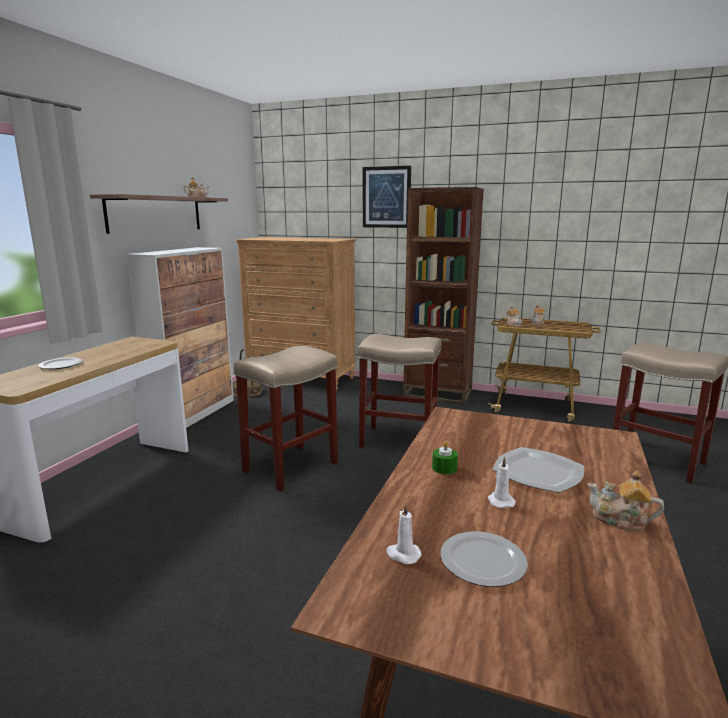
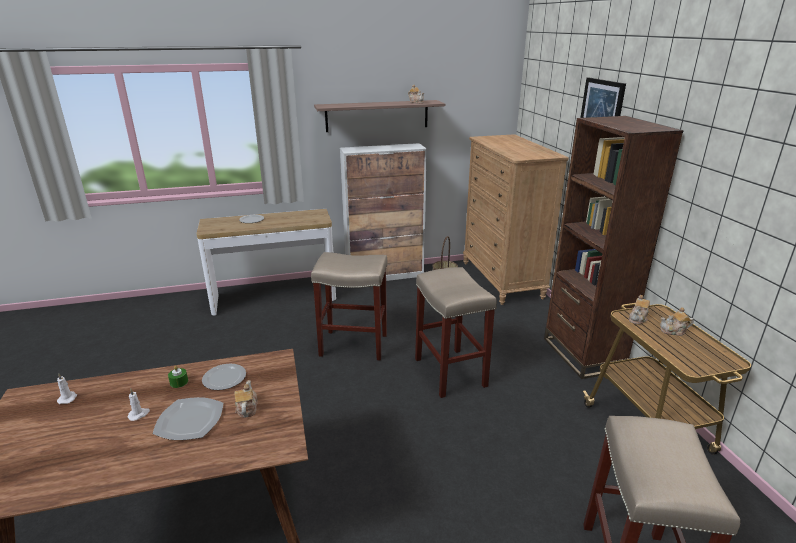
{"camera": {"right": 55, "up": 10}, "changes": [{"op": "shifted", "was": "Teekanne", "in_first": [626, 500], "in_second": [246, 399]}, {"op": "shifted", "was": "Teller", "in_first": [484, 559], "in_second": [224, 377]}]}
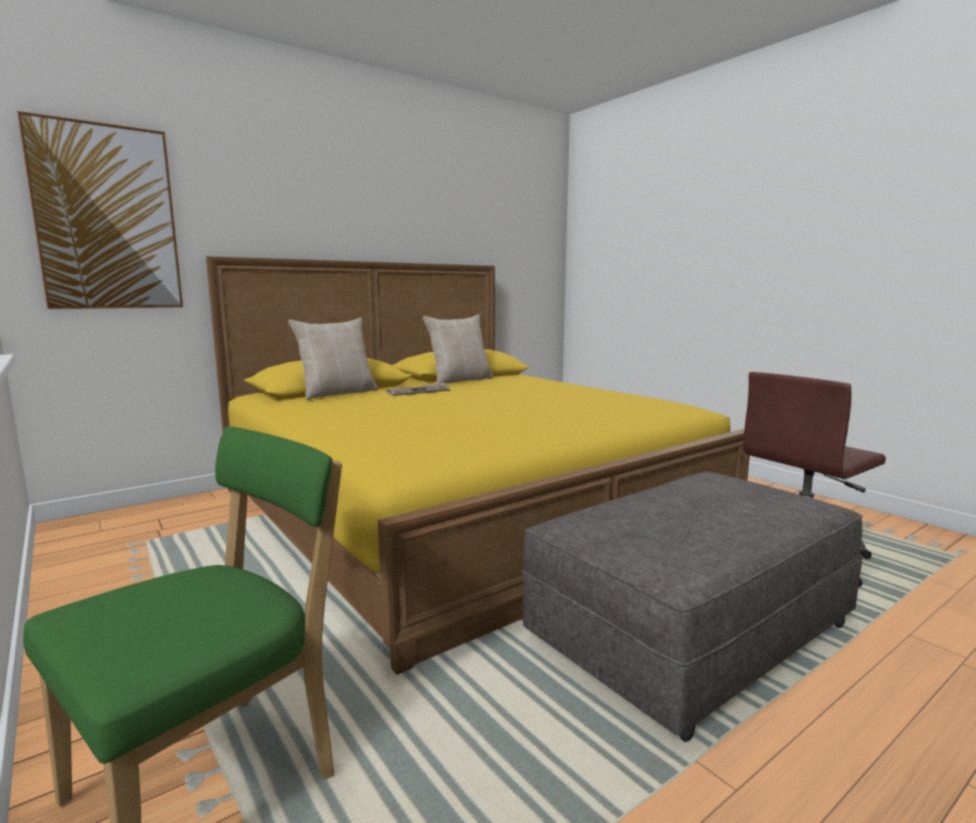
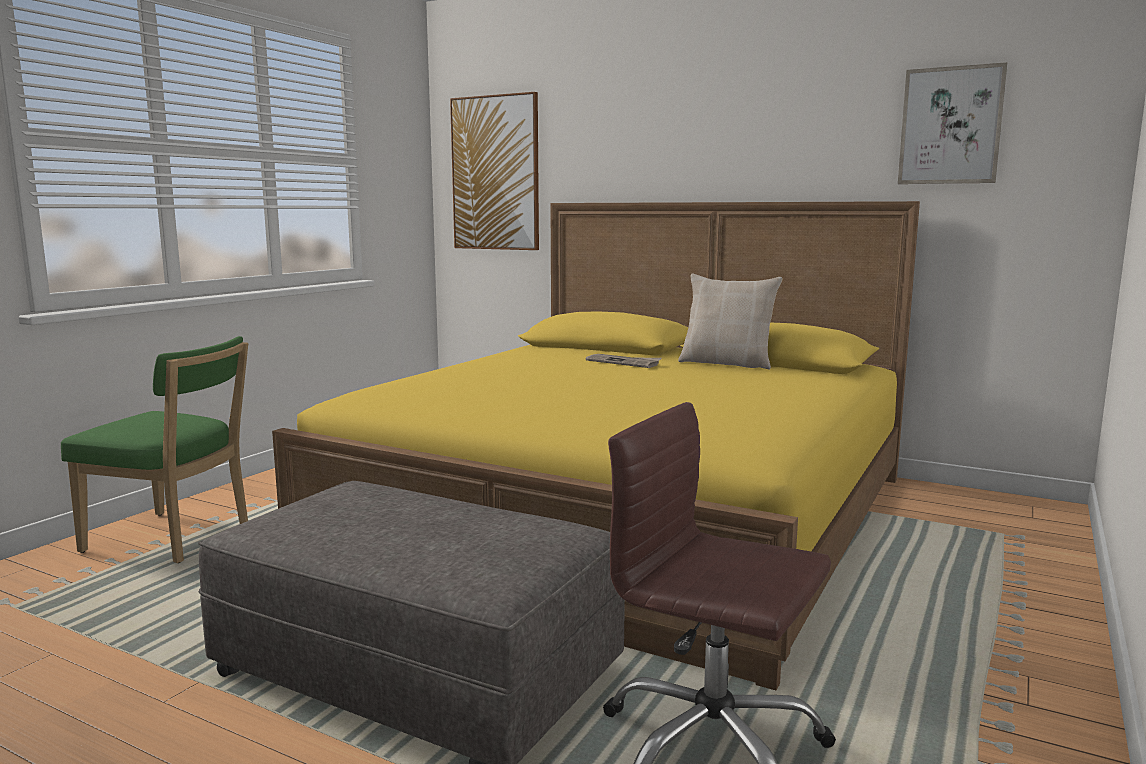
{"camera": {"right": 65, "up": 0}, "changes": [{"op": "gone", "was": "Kissen/beige", "in_first": [333, 359]}, {"op": "new", "now": "Bild", "in_second": [953, 123]}]}
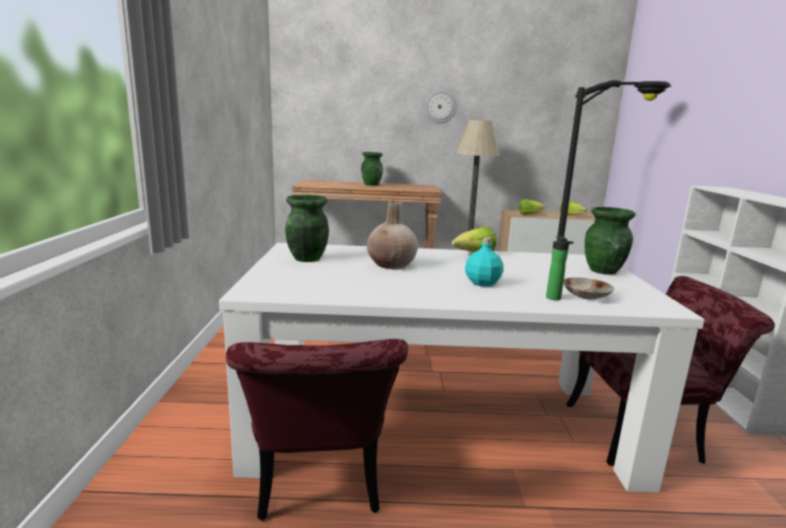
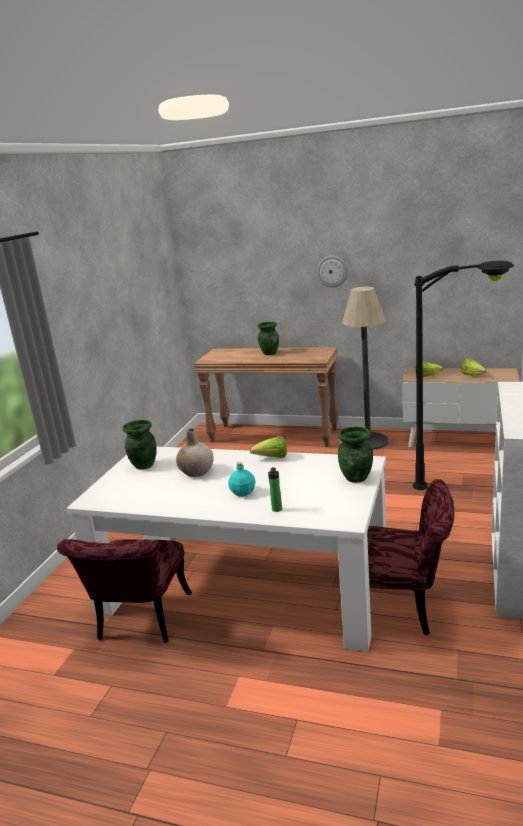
{"camera": {"right": 20, "up": 5}, "changes": [{"op": "gone", "was": "Teller", "in_first": [588, 288]}]}
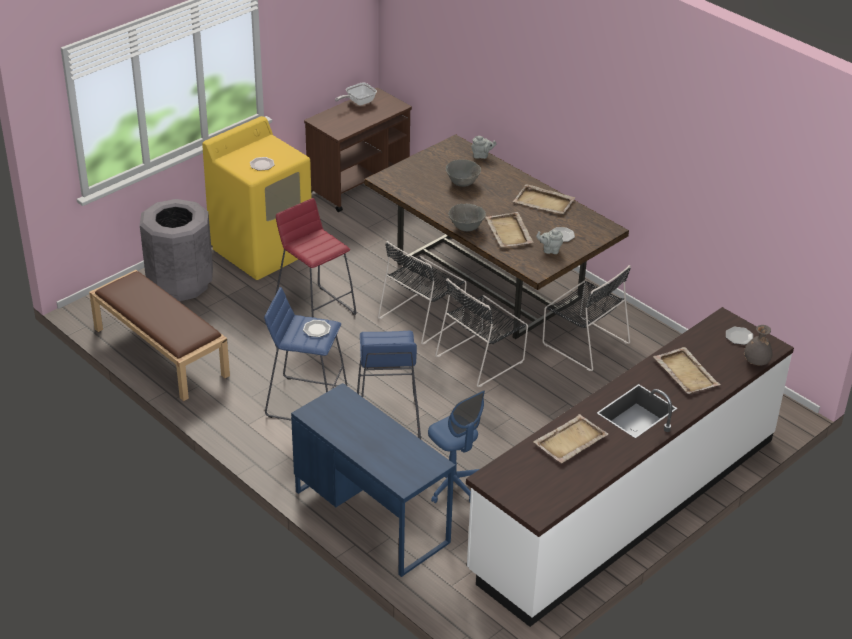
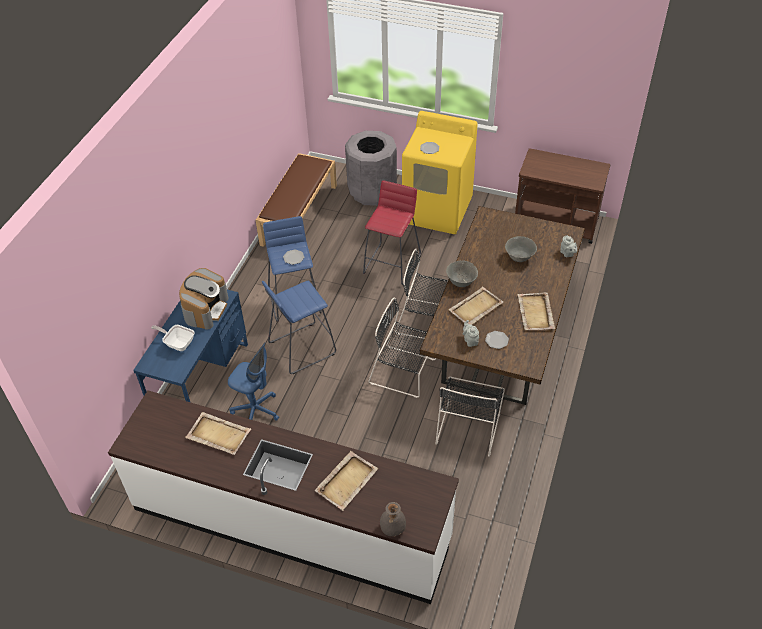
{"camera": {"right": 65, "up": 10}, "changes": [{"op": "shifted", "was": "Pfanne", "in_first": [356, 94], "in_second": [172, 338]}, {"op": "gone", "was": "Teller", "in_first": [739, 336]}, {"op": "rotated", "was": "Bürostuhl/blau", "in_first": [456, 446], "in_second": [253, 381], "clockwise": -90}, {"op": "new", "now": "Kaffeemaschine", "in_second": [204, 299]}]}
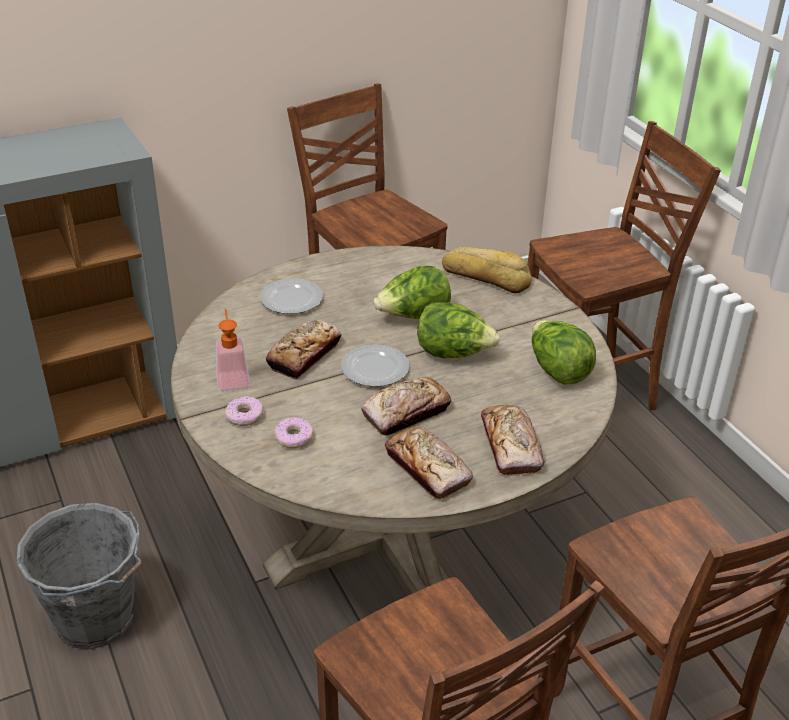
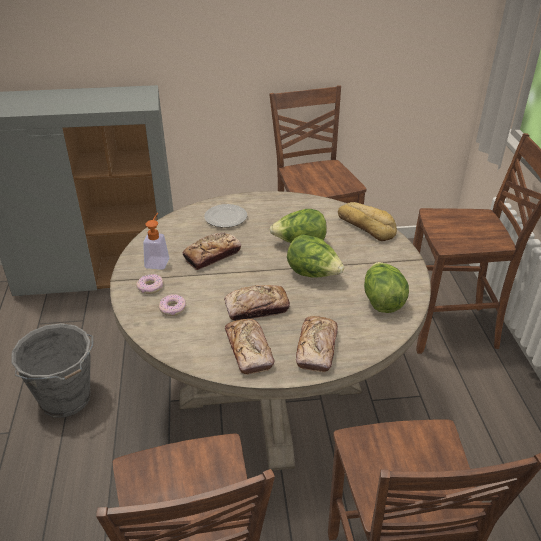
{"camera": {"right": 20, "up": 0}, "changes": [{"op": "gone", "was": "Teller", "in_first": [375, 365]}]}
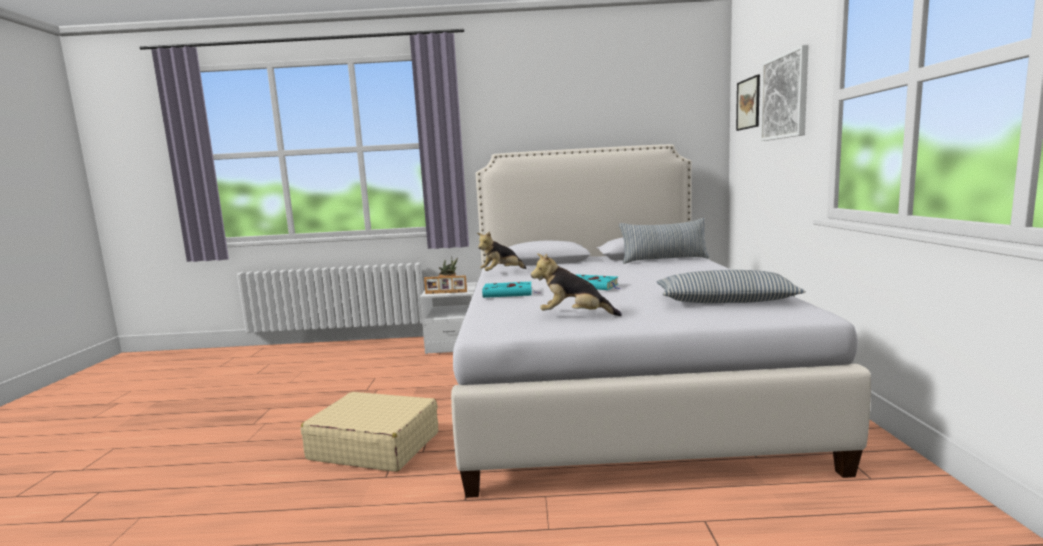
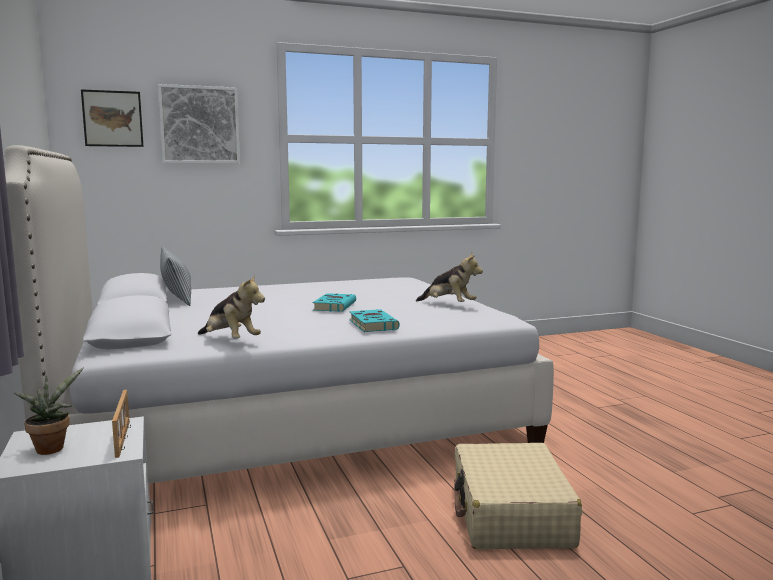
{"camera": {"right": -110, "up": 0}, "changes": [{"op": "rotated", "was": "Plüschtier", "in_first": [576, 284], "in_second": [449, 277], "clockwise": -45}, {"op": "gone", "was": "Kissen", "in_first": [731, 286]}]}
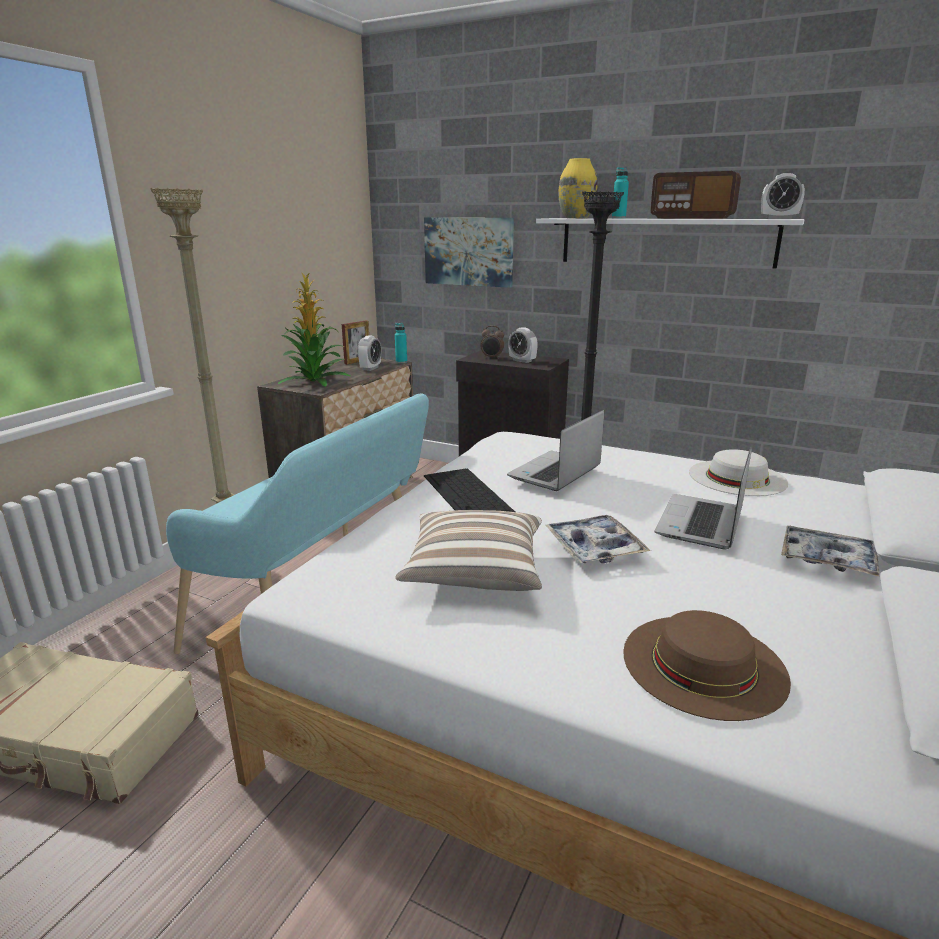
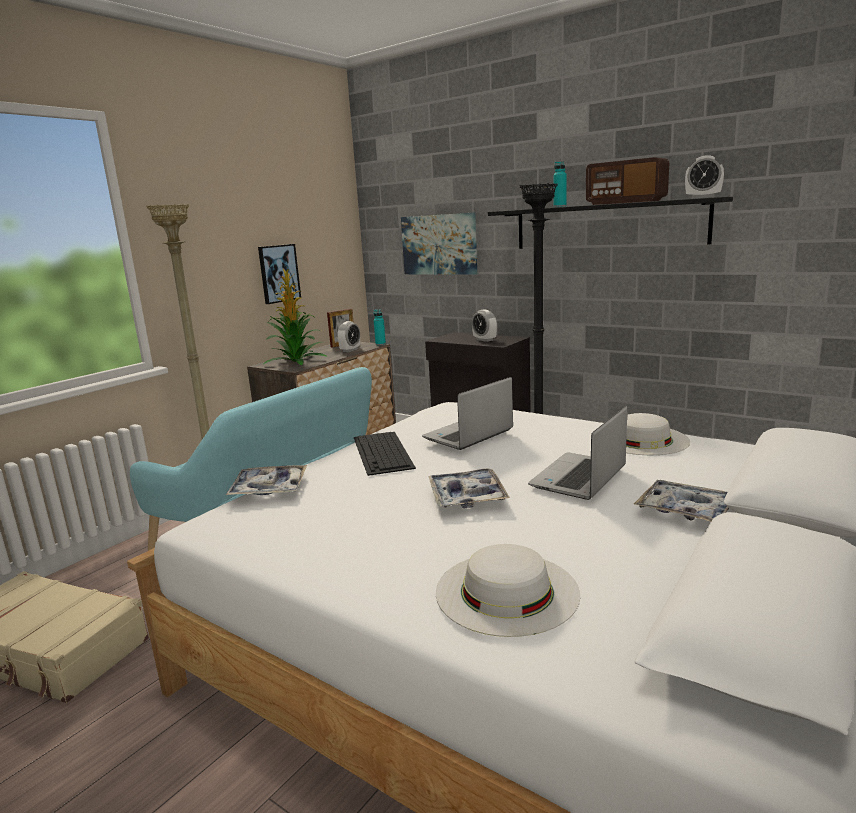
{"camera": {"right": 10, "up": -5}, "changes": [{"op": "gone", "was": "Vase/gelb", "in_first": [578, 188]}, {"op": "repainted", "was": "Wandregal/weiß", "now": "Wandregal/schwarz", "in_first": [670, 243], "in_second": [610, 223]}, {"op": "gone", "was": "Wecker", "in_first": [492, 342]}, {"op": "gone", "was": "Kissen", "in_first": [468, 550]}, {"op": "repainted", "was": "Hut/braun", "now": "Hut/weiß", "in_first": [707, 665], "in_second": [508, 590]}, {"op": "new", "now": "Bild", "in_second": [279, 274]}, {"op": "new", "now": "Tablett", "in_second": [266, 480]}]}
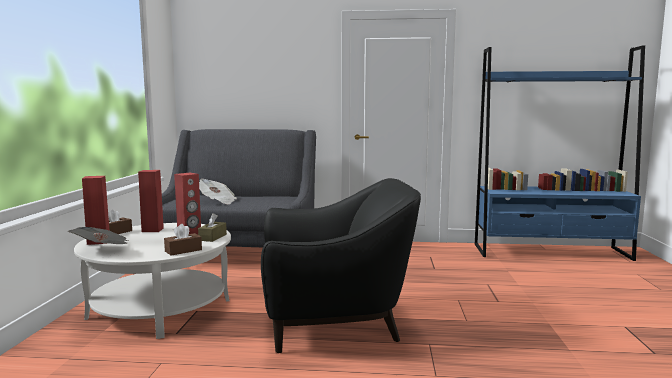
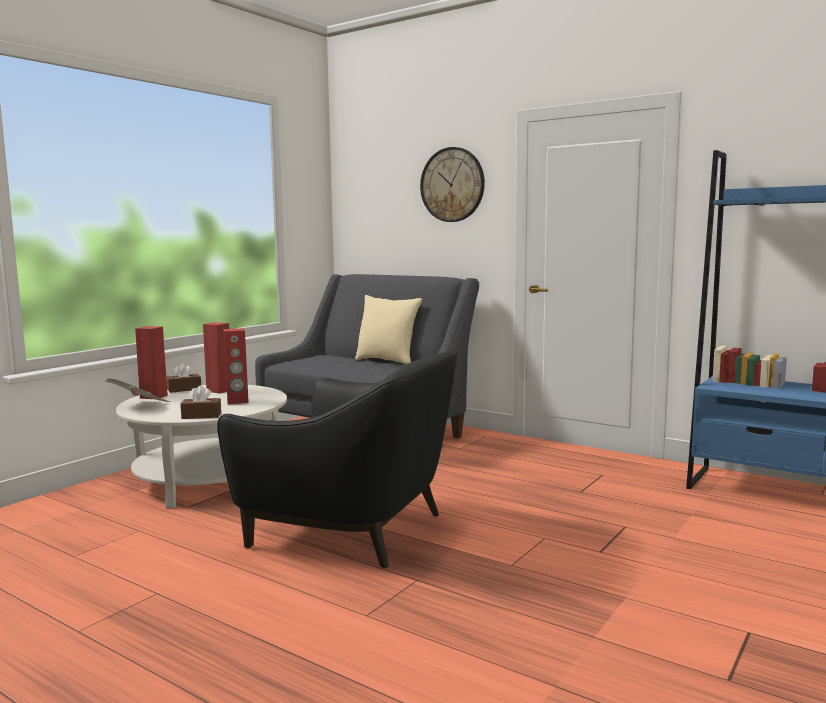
{"camera": {"right": 30, "up": 0}, "changes": [{"op": "gone", "was": "Zeitung", "in_first": [218, 191]}, {"op": "gone", "was": "Taschentuchbox/braun", "in_first": [212, 227]}, {"op": "new", "now": "Wanduhr", "in_second": [452, 184]}, {"op": "new", "now": "Kissen/beige", "in_second": [388, 330]}]}
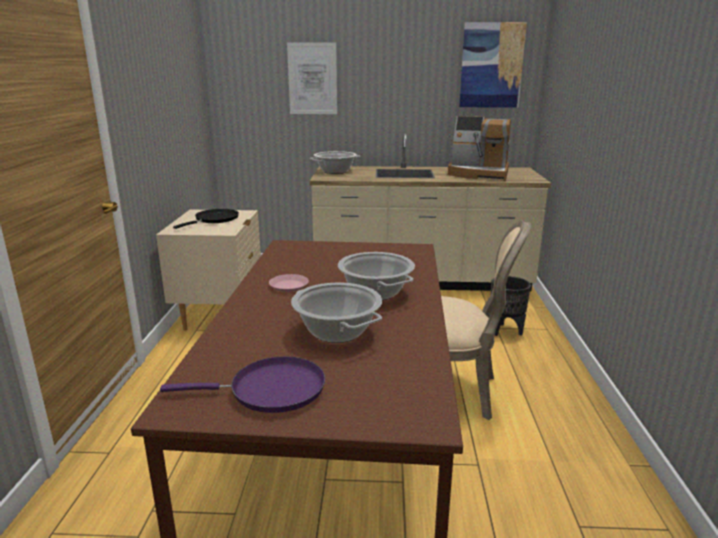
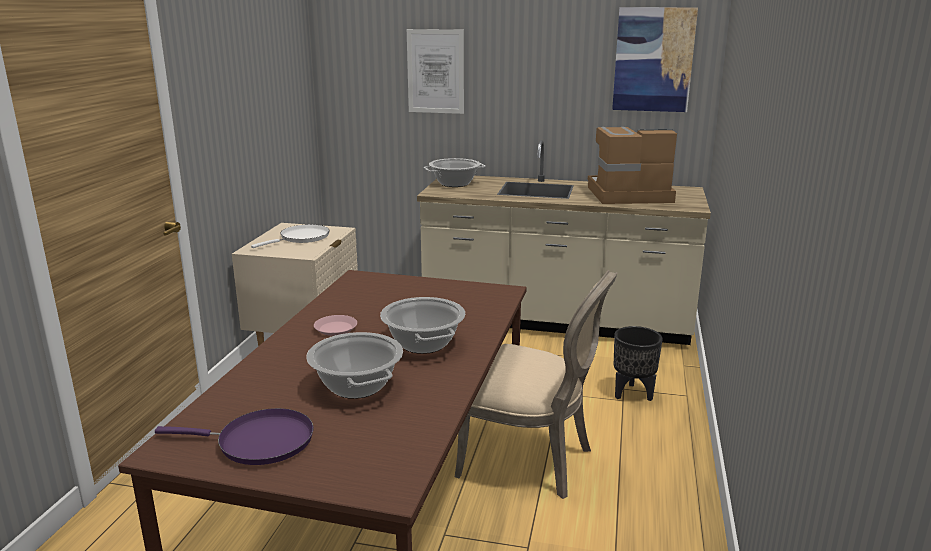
{"camera": {"right": 10, "up": 0}, "changes": [{"op": "rotated", "was": "Kaffeemaschine", "in_first": [479, 148], "in_second": [632, 165], "clockwise": 150}, {"op": "repainted", "was": "Pfanne/schwarz", "now": "Pfanne/weiß", "in_first": [206, 219], "in_second": [290, 236]}]}
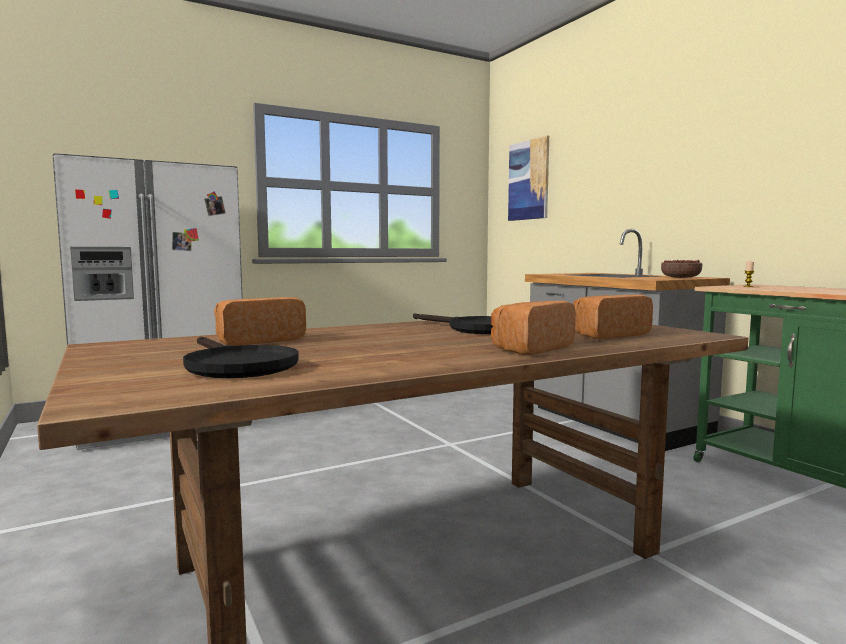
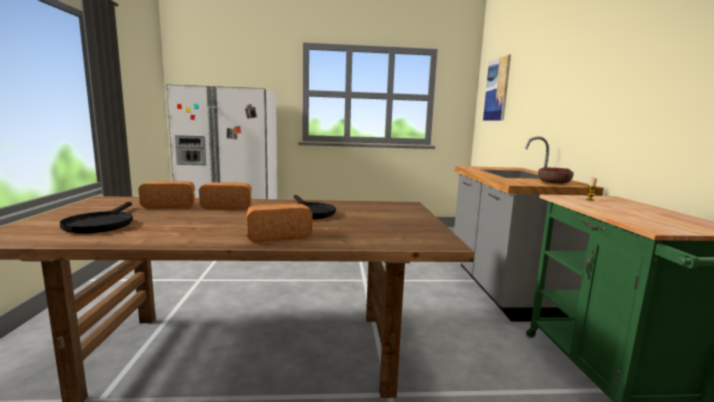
{"camera": {"right": 25, "up": 5}, "changes": [{"op": "shifted", "was": "Brot", "in_first": [613, 317], "in_second": [225, 196]}]}
